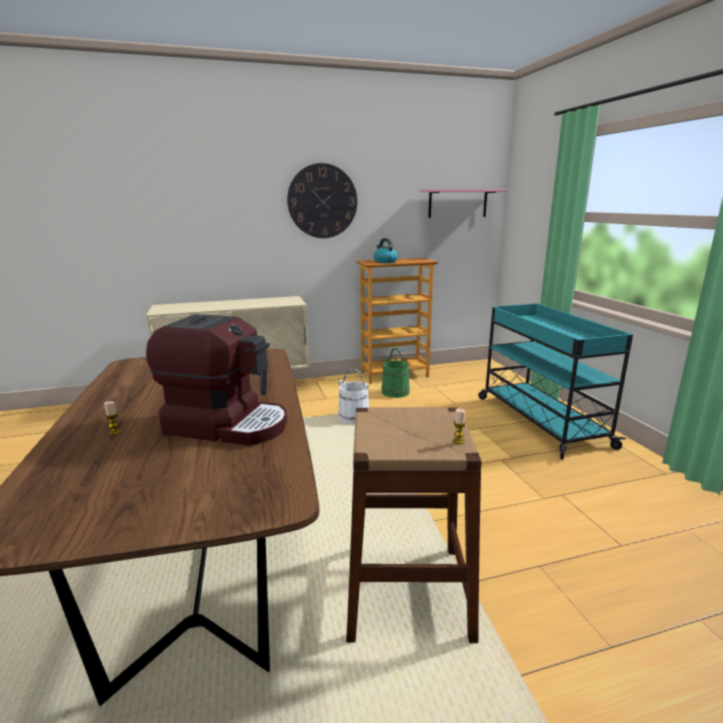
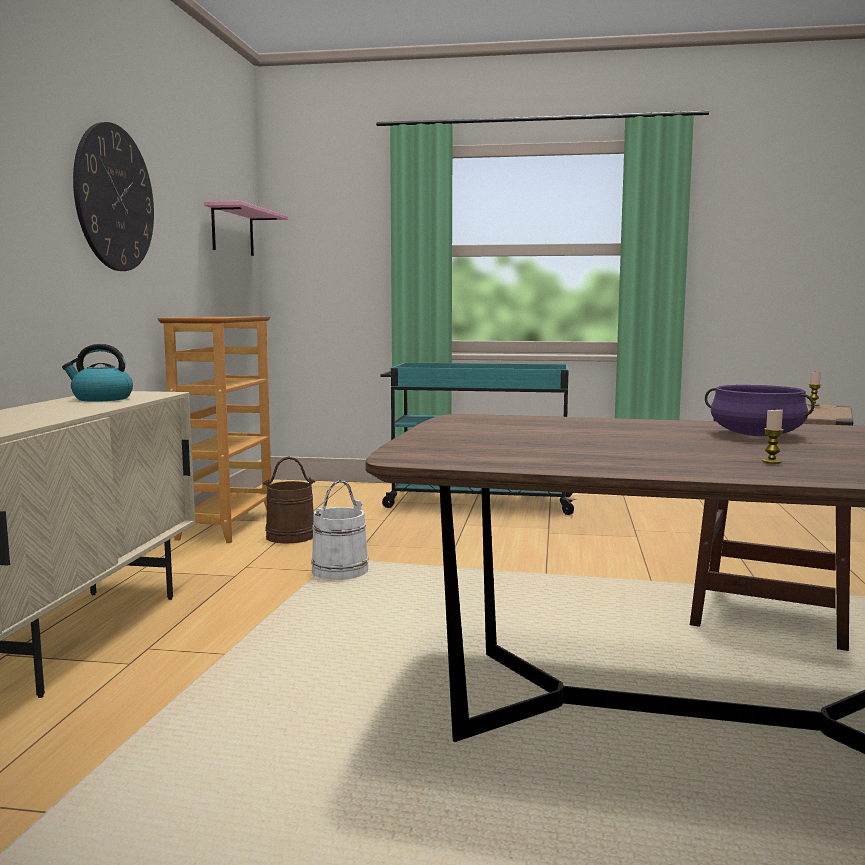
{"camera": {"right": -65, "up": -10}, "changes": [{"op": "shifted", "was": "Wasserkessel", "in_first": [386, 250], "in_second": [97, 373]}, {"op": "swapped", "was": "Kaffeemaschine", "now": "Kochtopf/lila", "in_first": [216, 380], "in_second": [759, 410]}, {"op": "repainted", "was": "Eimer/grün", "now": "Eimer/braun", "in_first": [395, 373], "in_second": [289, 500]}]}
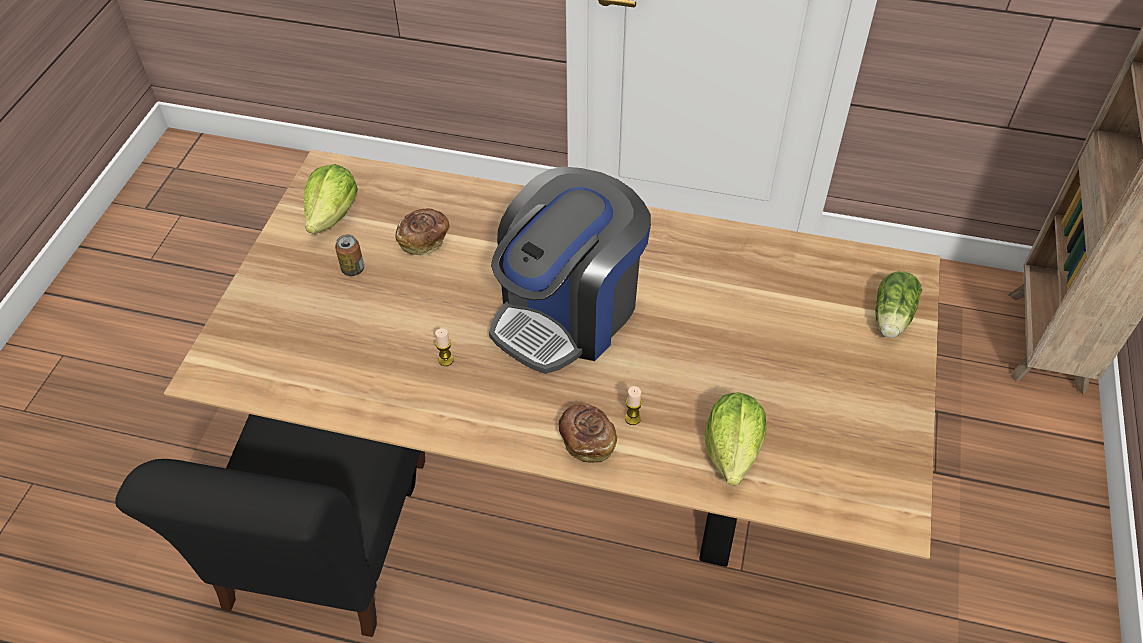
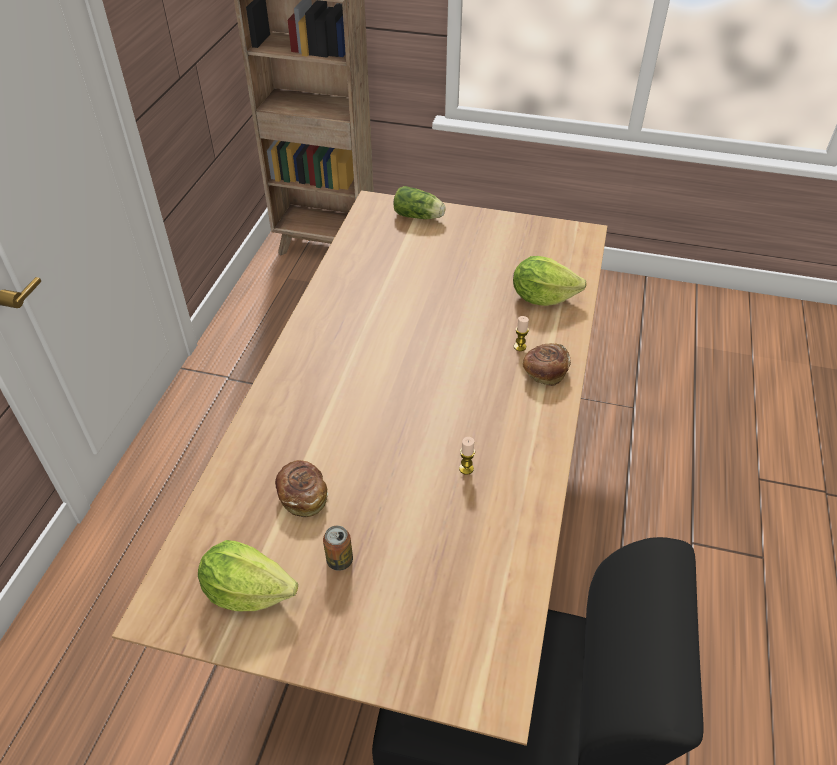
{"camera": {"right": -90, "up": -5}, "changes": [{"op": "gone", "was": "Kaffeemaschine", "in_first": [570, 270]}]}
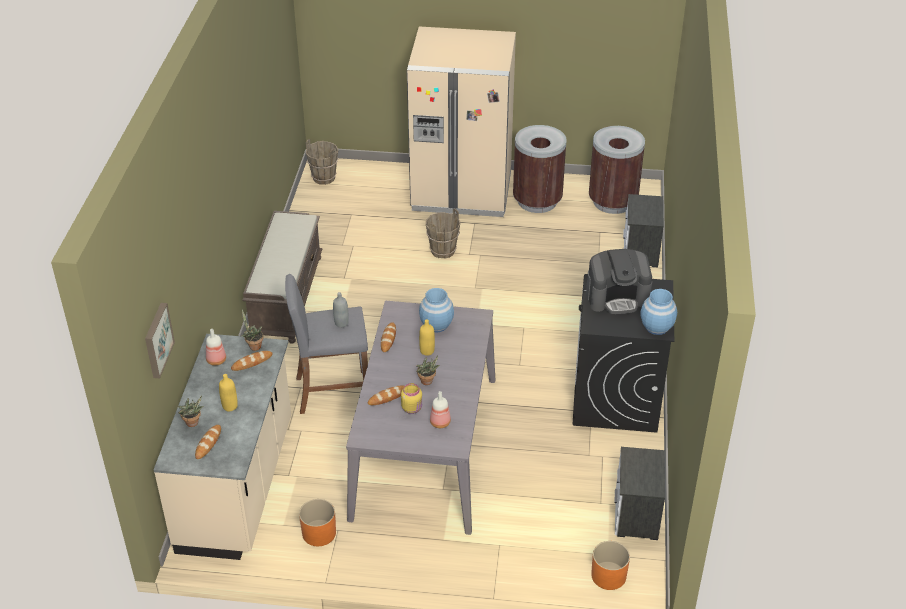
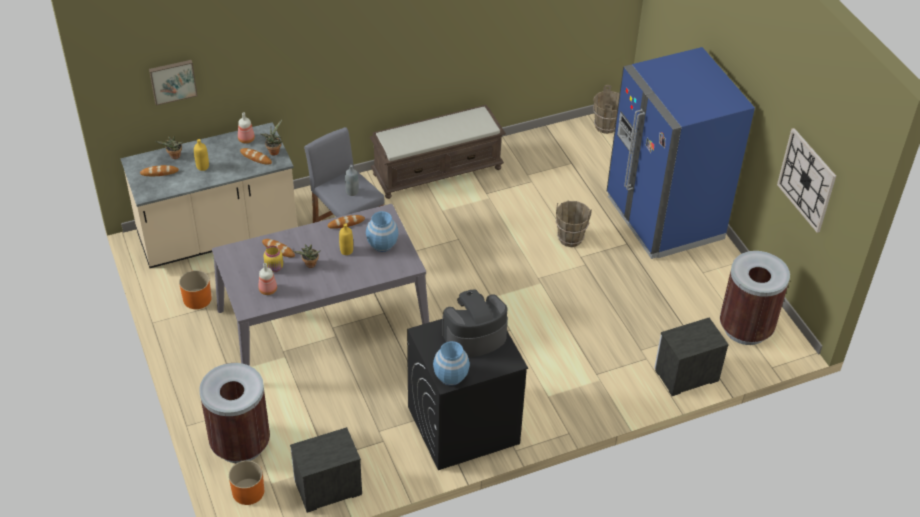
{"camera": {"right": 60, "up": 5}, "changes": [{"op": "repainted", "was": "Kühlschrank/beige", "now": "Kühlschrank/blau", "in_first": [461, 121], "in_second": [681, 153]}, {"op": "shifted", "was": "Mülleimer/braun", "in_first": [540, 169], "in_second": [234, 413]}, {"op": "rotated", "was": "Kaffeemaschine", "in_first": [619, 281], "in_second": [475, 323], "clockwise": 105}, {"op": "new", "now": "Wanduhr", "in_second": [806, 180]}]}
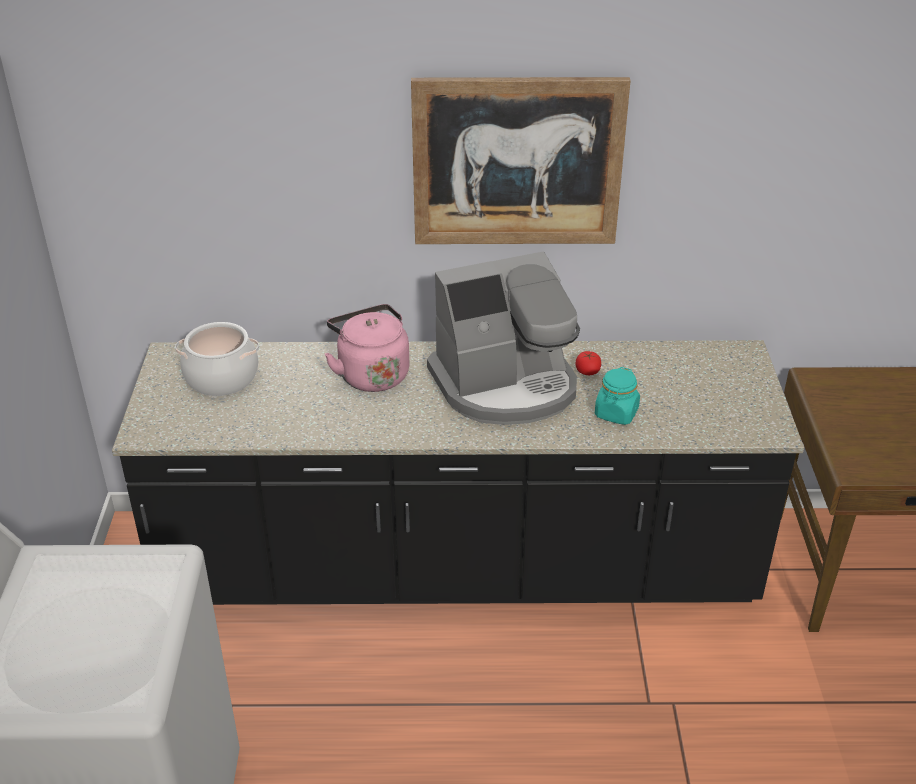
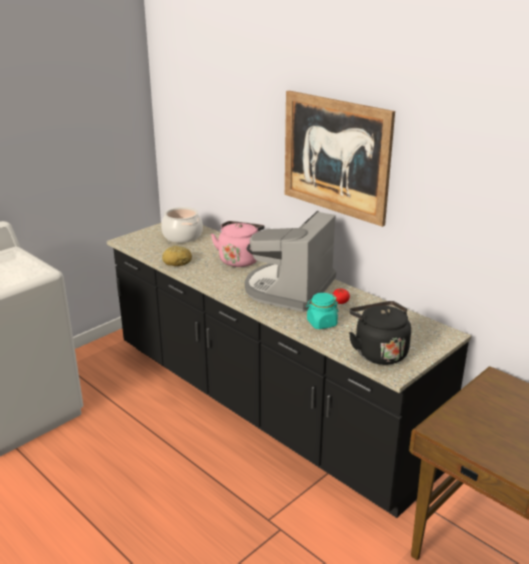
{"camera": {"right": 45, "up": -10}, "changes": [{"op": "rotated", "was": "Kaffeemaschine", "in_first": [503, 338], "in_second": [290, 261], "clockwise": 90}, {"op": "new", "now": "Brot", "in_second": [177, 255]}, {"op": "new", "now": "Wasserkessel/schwarz", "in_second": [380, 333]}]}
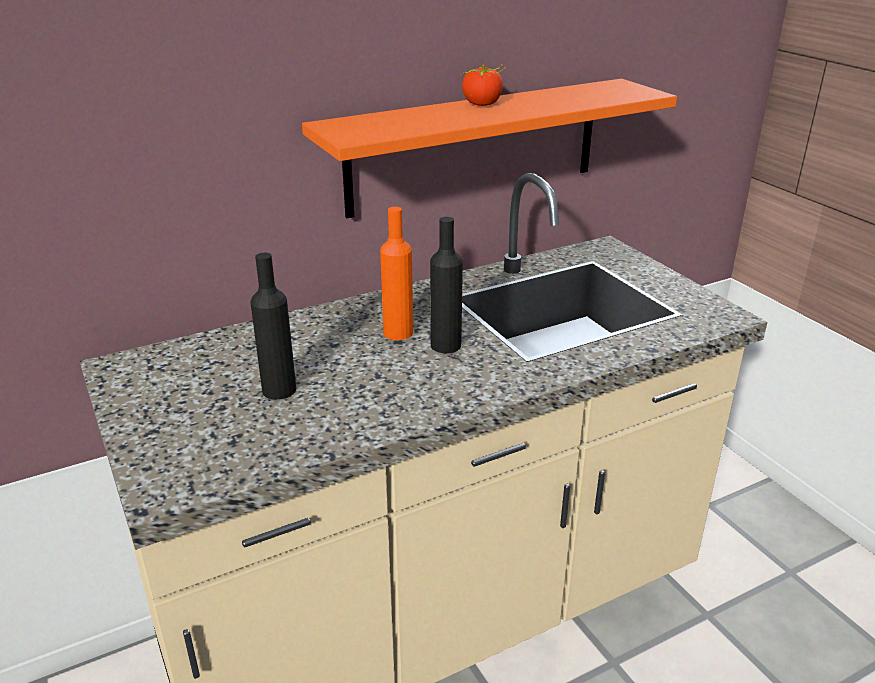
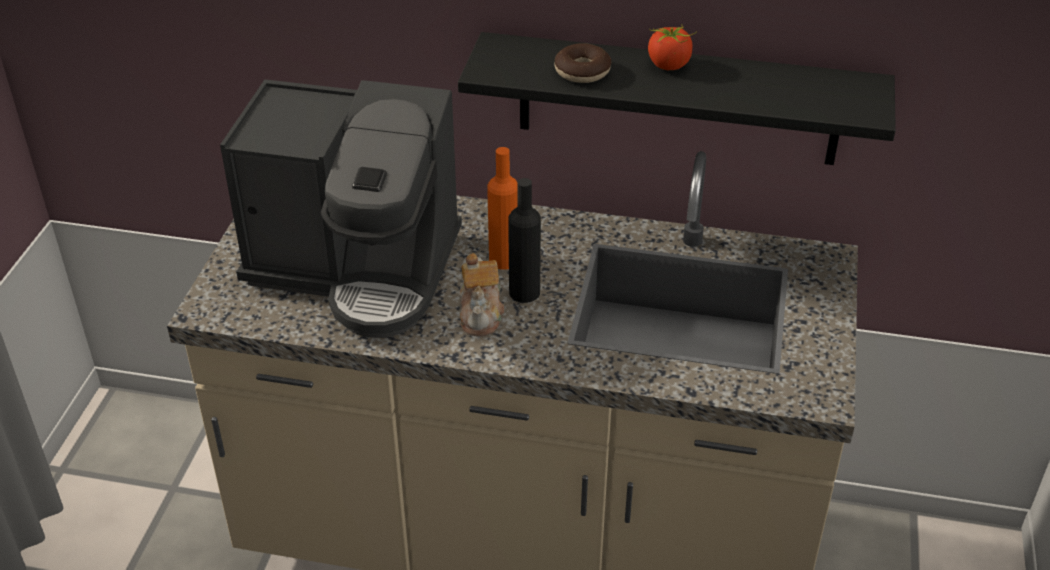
{"camera": {"right": 40, "up": 10}, "changes": [{"op": "repainted", "was": "Wandregal/orange", "now": "Wandregal/schwarz", "in_first": [489, 148], "in_second": [677, 98]}, {"op": "swapped", "was": "Flasche/schwarz", "now": "Kaffeemaschine", "in_first": [273, 326], "in_second": [341, 208]}, {"op": "new", "now": "Donut", "in_second": [582, 63]}, {"op": "new", "now": "Teekanne", "in_second": [482, 294]}]}
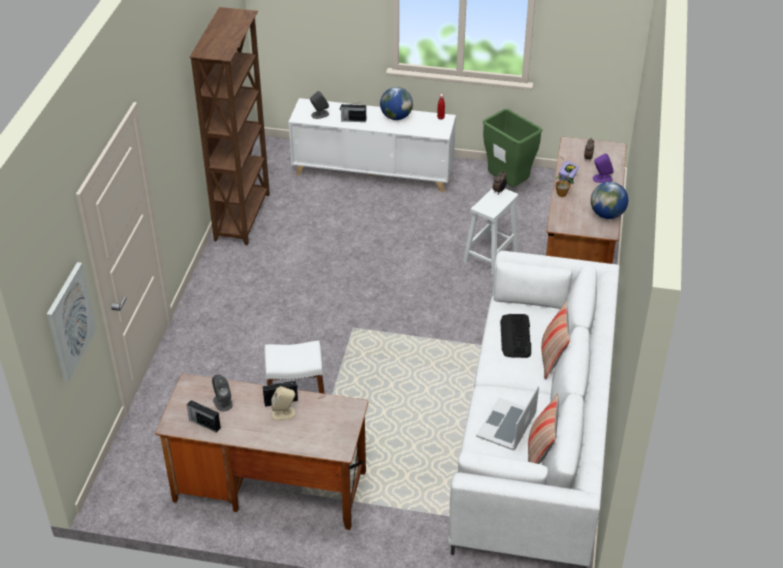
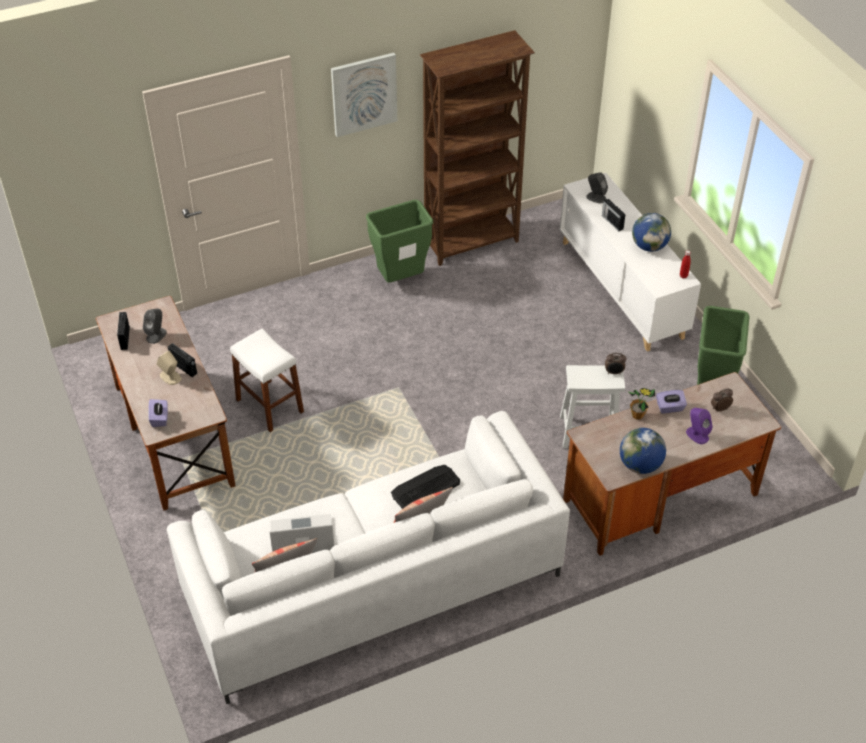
{"camera": {"right": 55, "up": 5}, "changes": [{"op": "shifted", "was": "Bild", "in_first": [72, 322], "in_second": [364, 95]}, {"op": "new", "now": "Mülleimer/grün", "in_second": [399, 241]}, {"op": "new", "now": "Taschentuchbox/lila", "in_second": [158, 413]}]}
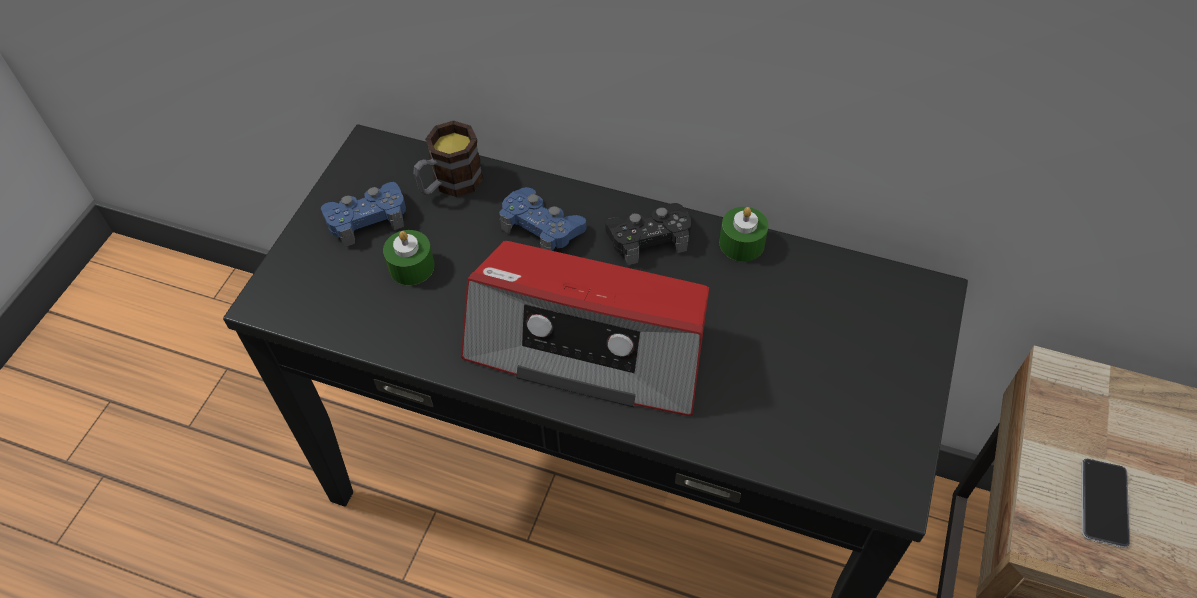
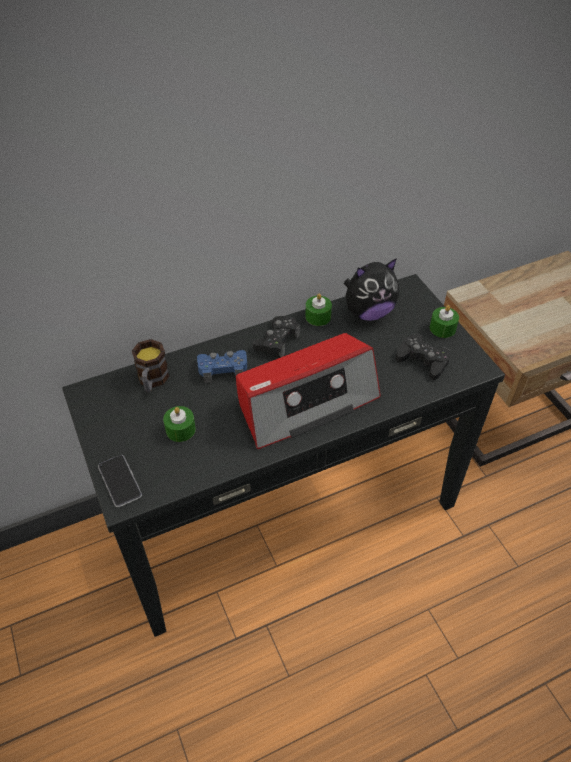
{"camera": {"right": -45, "up": -5}, "changes": [{"op": "gone", "was": "Gamepad/blau", "in_first": [363, 214]}, {"op": "shifted", "was": "Handy", "in_first": [1106, 503], "in_second": [120, 481]}, {"op": "new", "now": "Plüschtier", "in_second": [371, 289]}, {"op": "new", "now": "Kerze/grün", "in_second": [444, 321]}, {"op": "new", "now": "Gamepad/schwarz", "in_second": [423, 357]}]}
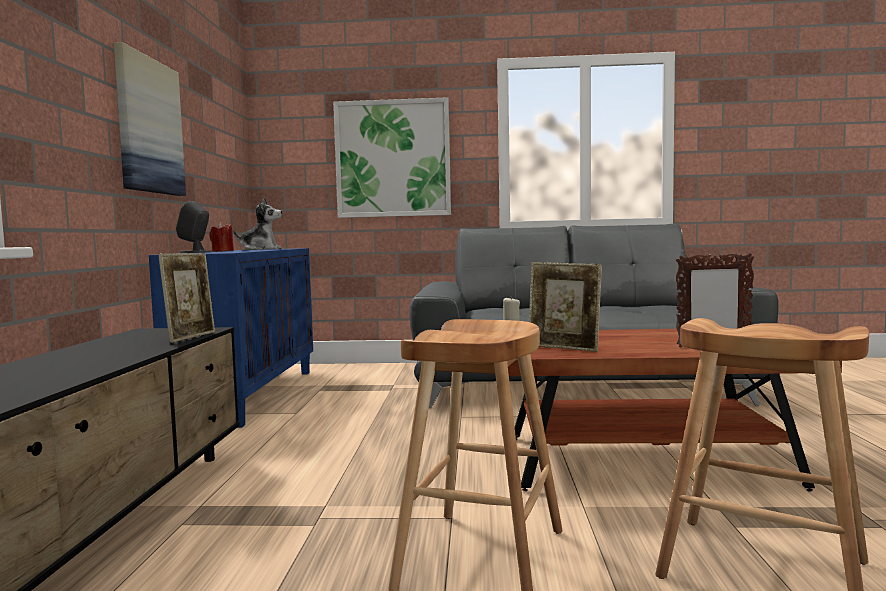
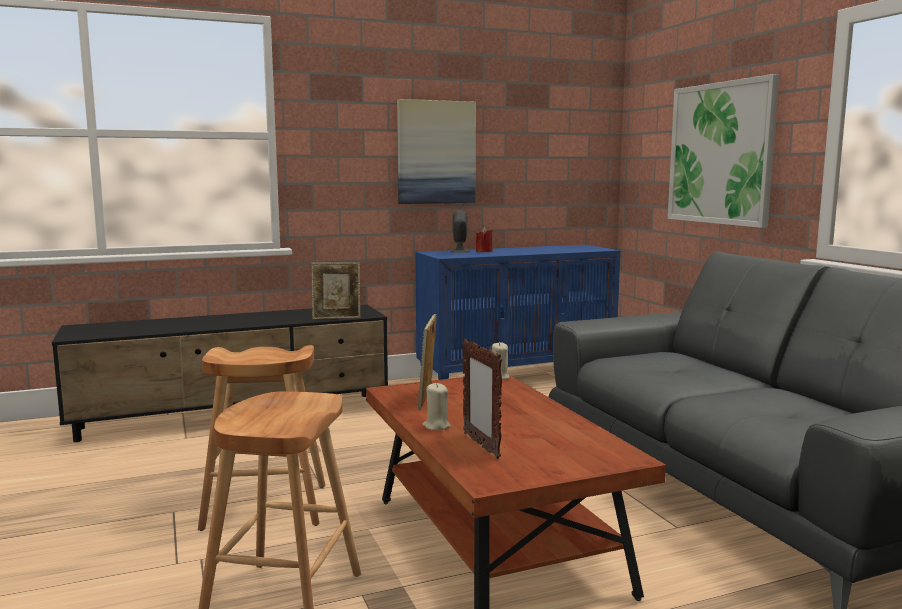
{"camera": {"right": 65, "up": 5}, "changes": [{"op": "gone", "was": "Plüschtier", "in_first": [257, 223]}, {"op": "new", "now": "Kerze/beige", "in_second": [436, 406]}]}
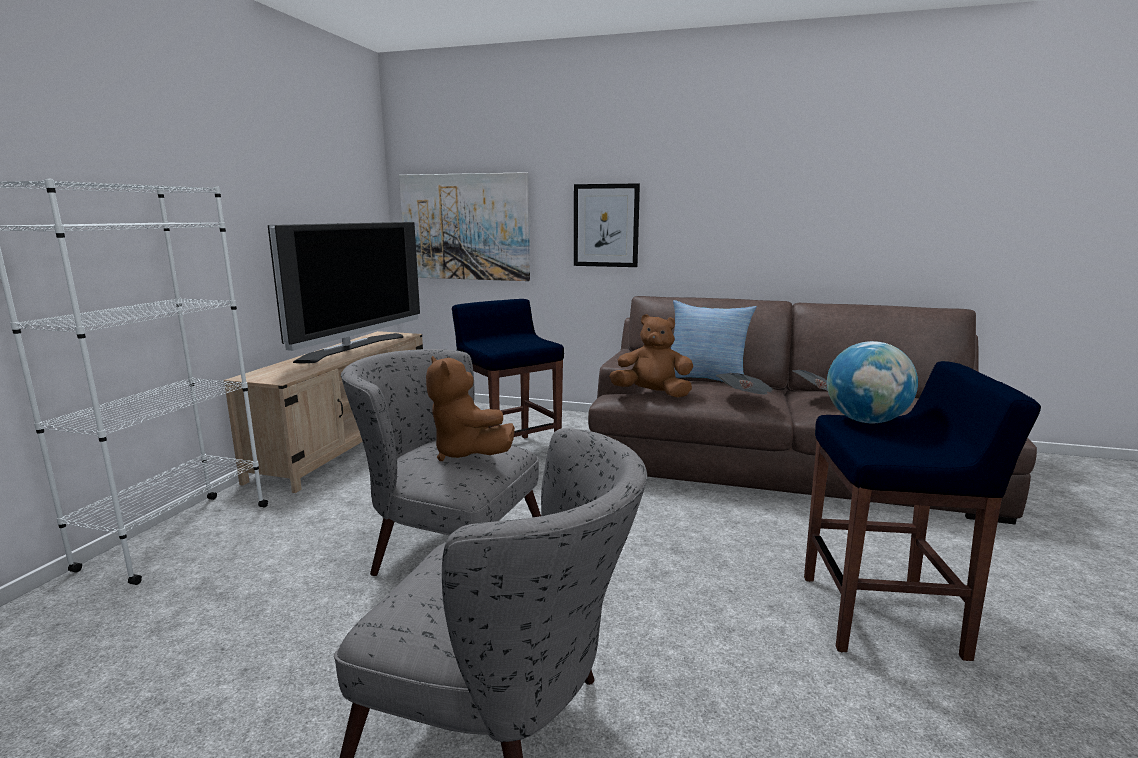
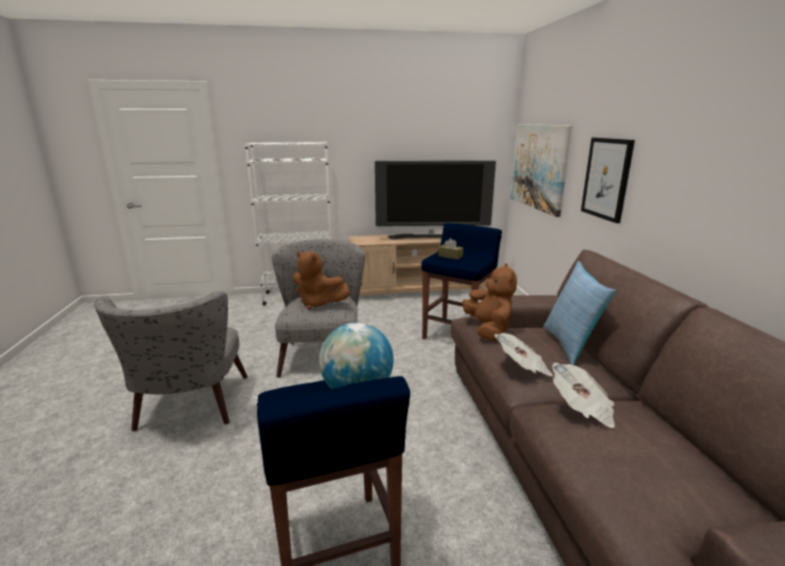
{"camera": {"right": 65, "up": 5}, "changes": [{"op": "rotated", "was": "Plüschtier/braun", "in_first": [470, 408], "in_second": [321, 280], "clockwise": -90}, {"op": "new", "now": "Taschentuchbox/braun", "in_second": [450, 249]}]}
